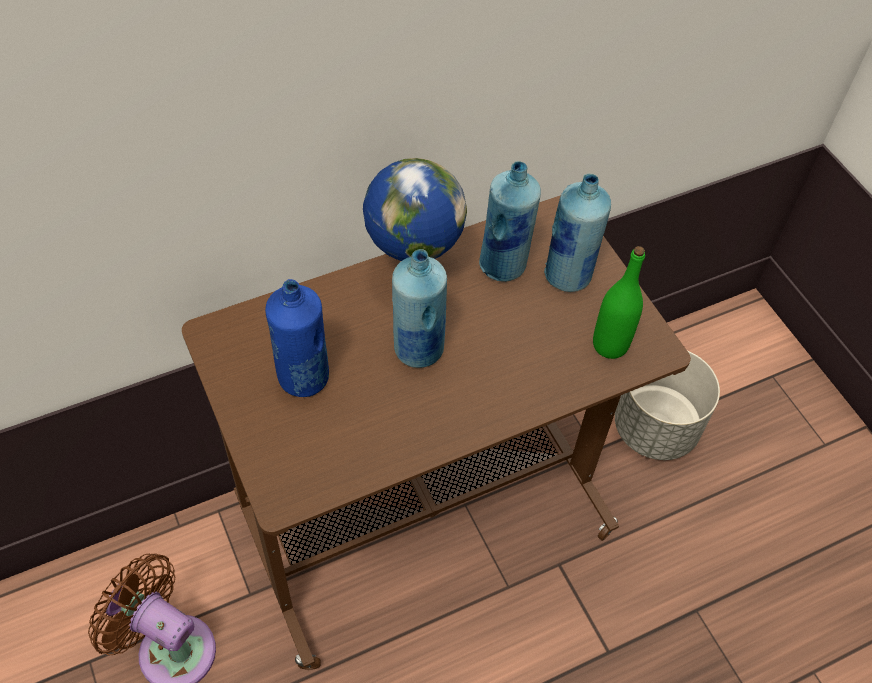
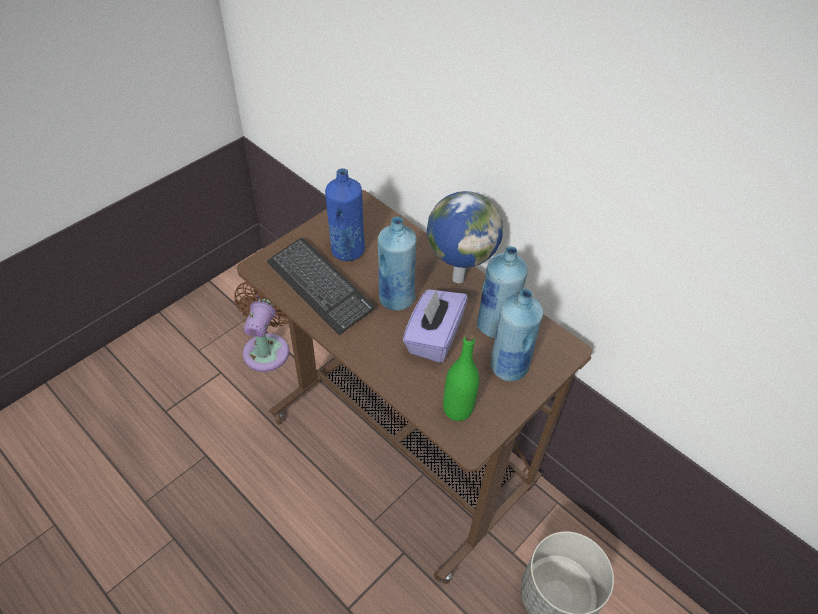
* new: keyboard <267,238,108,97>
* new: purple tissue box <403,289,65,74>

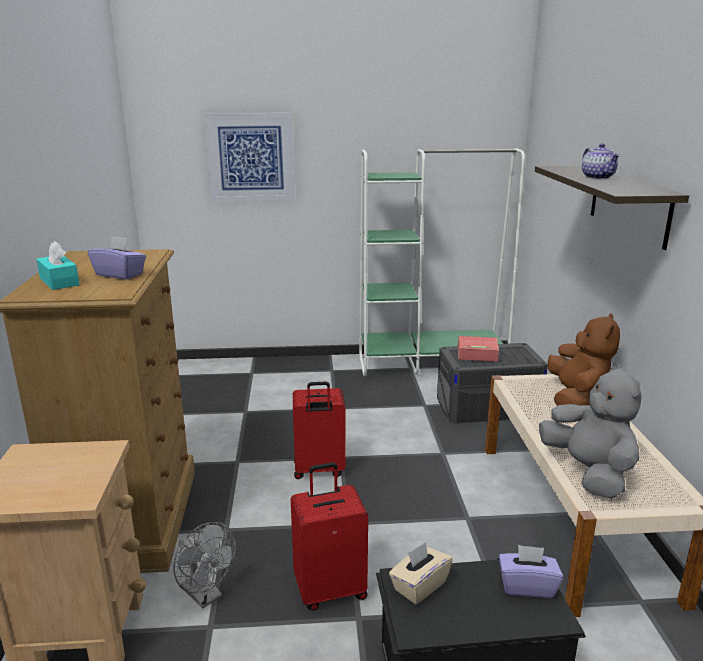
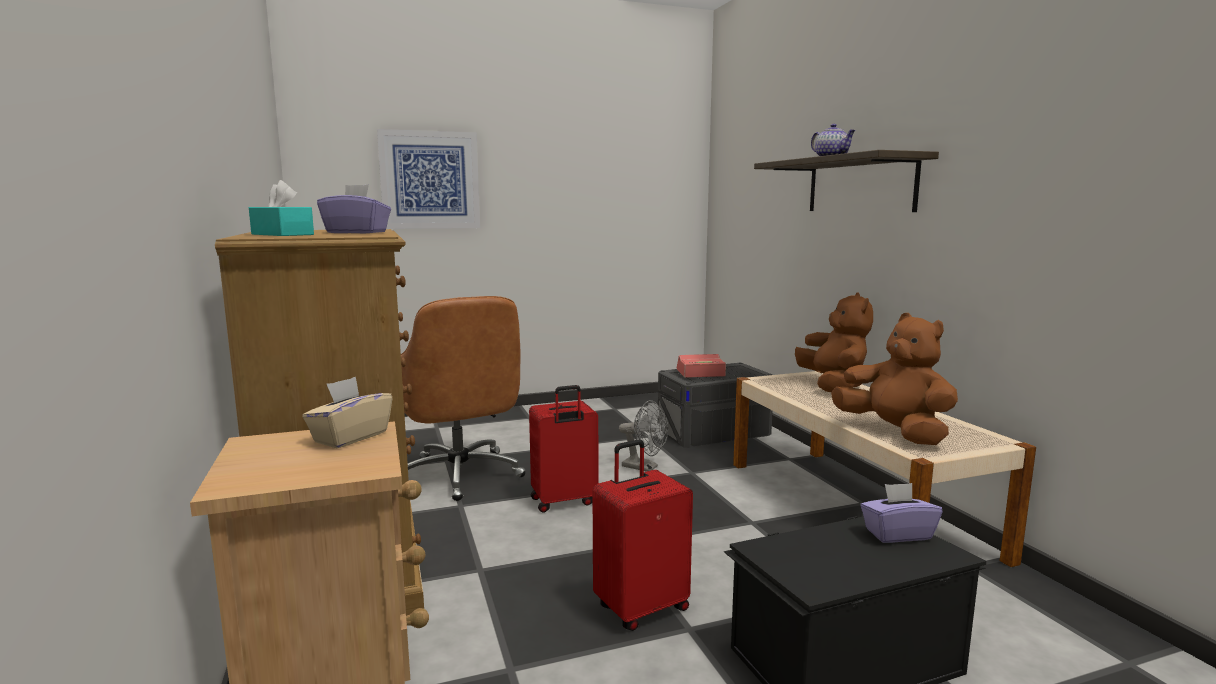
* shifted: grey fan <173,522,63,87> to <619,400,49,72>
* gone: green clothes rack <359,148,166,228>
* shifted: beige tissue box <389,542,63,63> to <302,377,90,71>
* repainted: grey plush toy <539,363,102,136> to brown plush toy <831,313,127,132>
* new: brown office chair <401,296,124,205>

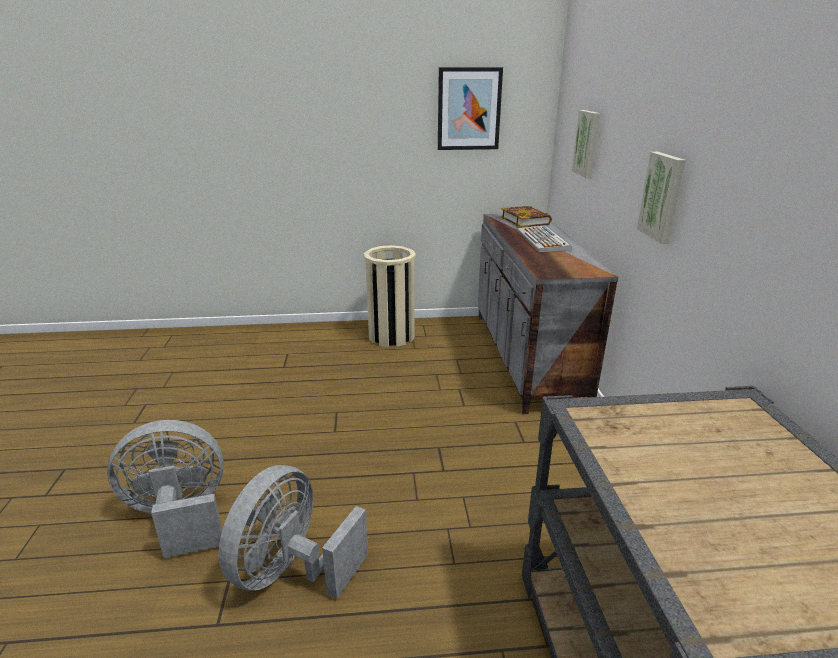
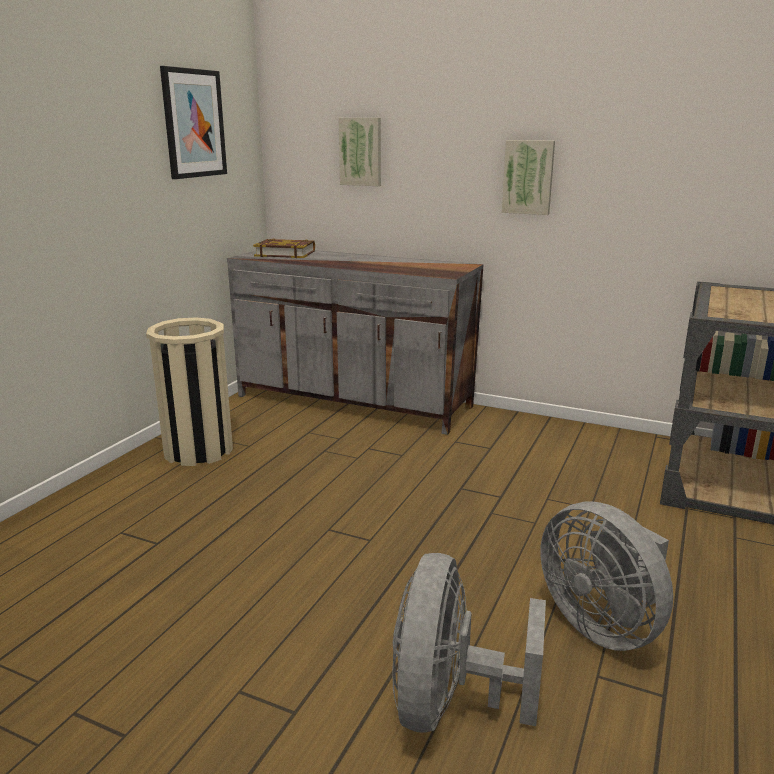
* gone: keyboard <517,226,54,26>

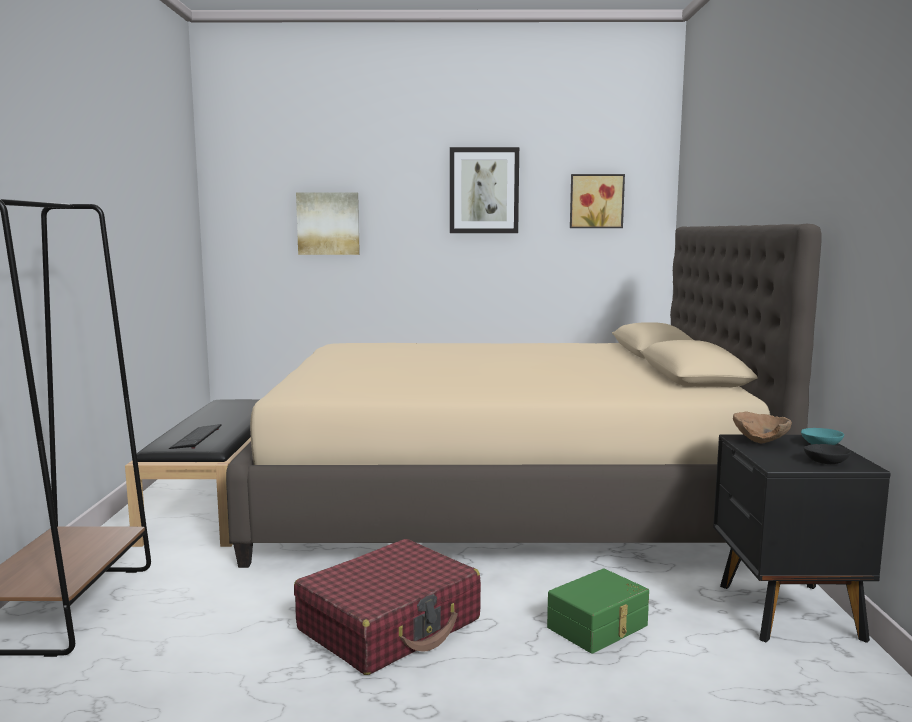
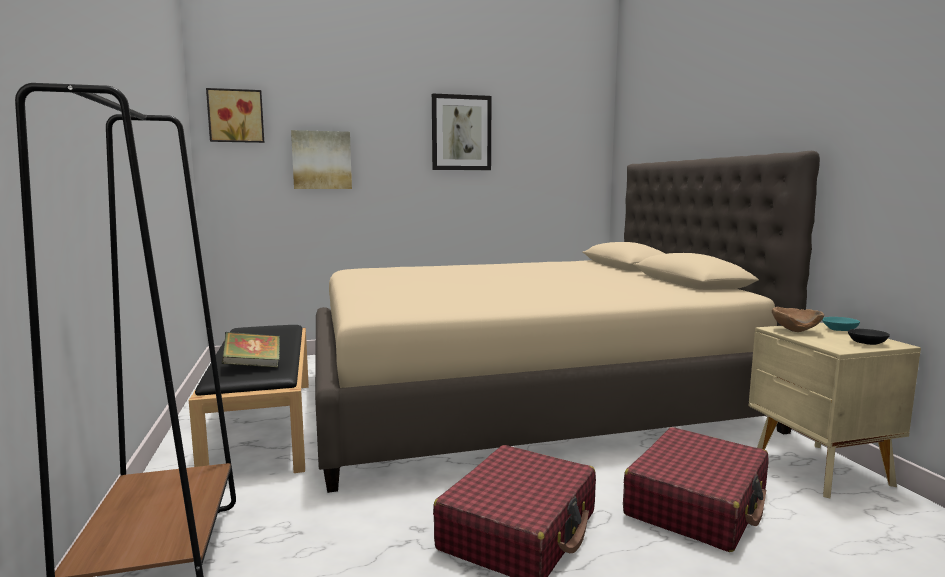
* swapped: keyboard <169,424,52,25> to book <222,332,58,36>
* swapped: green storage box <547,568,102,85> to red suitcase <623,427,145,125>
* shifted: picture <570,174,55,54> to <206,88,58,55>
* repainted: black nightstand <713,435,178,208> to beige nightstand <749,323,172,175>

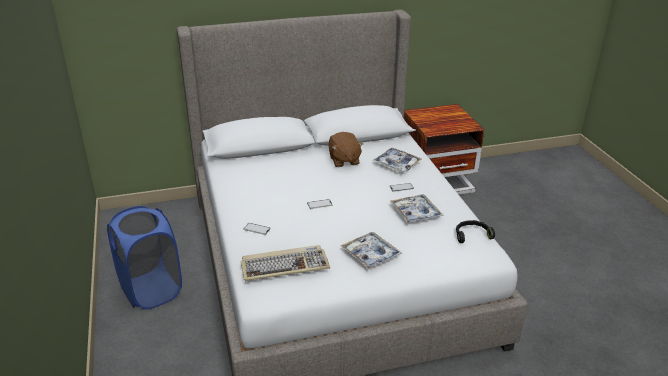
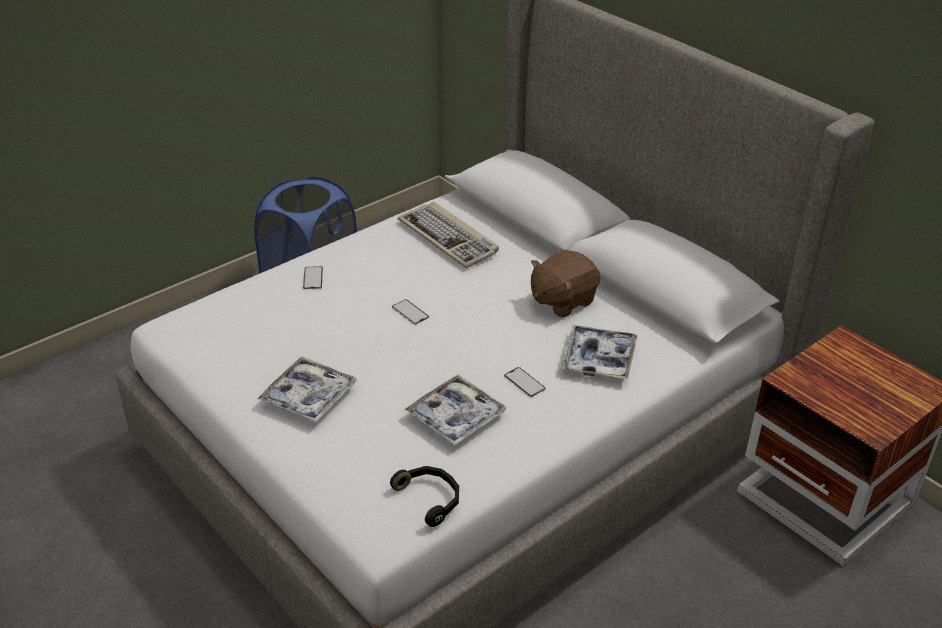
* shifted: keyboard <241,245,89,36> to <398,202,101,66>

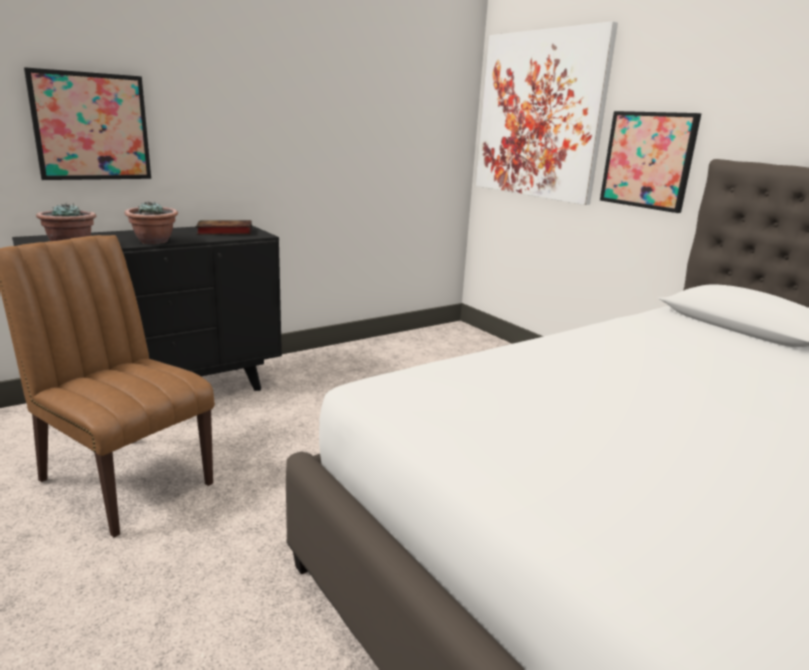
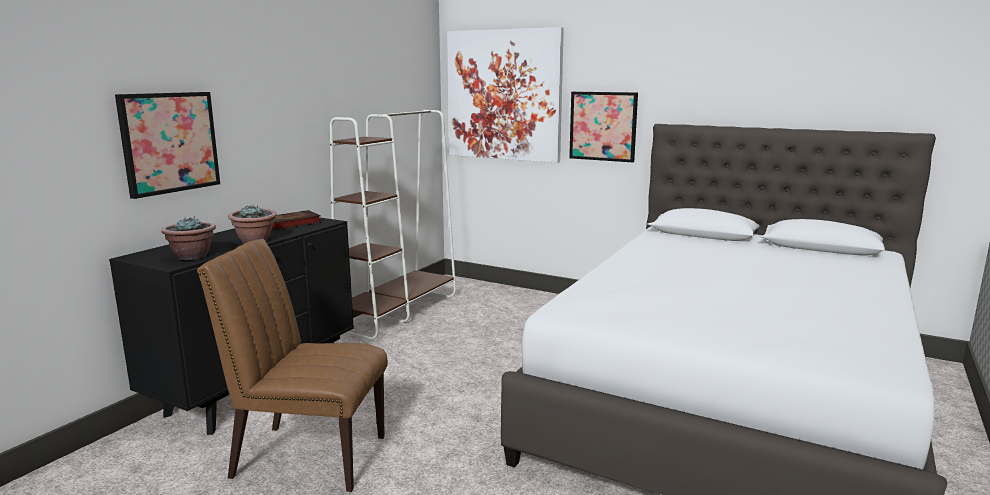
* new: brown clothes rack <330,110,126,230>

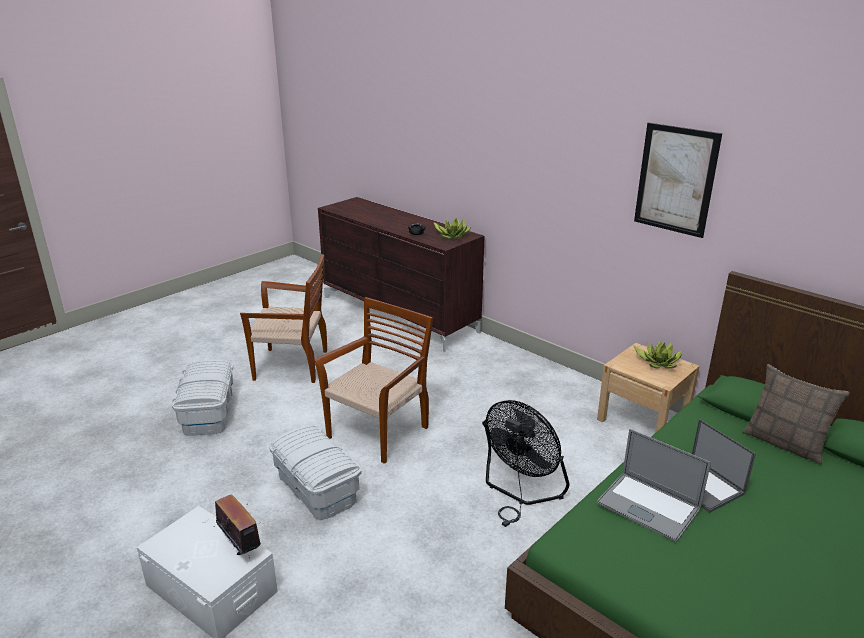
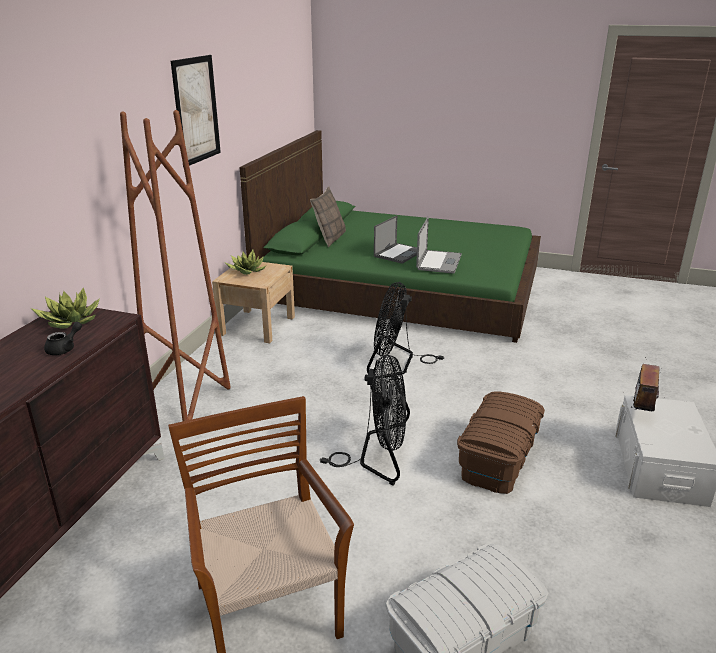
* repainted: white storage box <269,425,92,95> to brown storage box <457,391,88,103>
* swapped: brown armchair <314,297,119,167> to black fan <319,354,91,132>
* new: brown clothes rack <120,110,111,311>

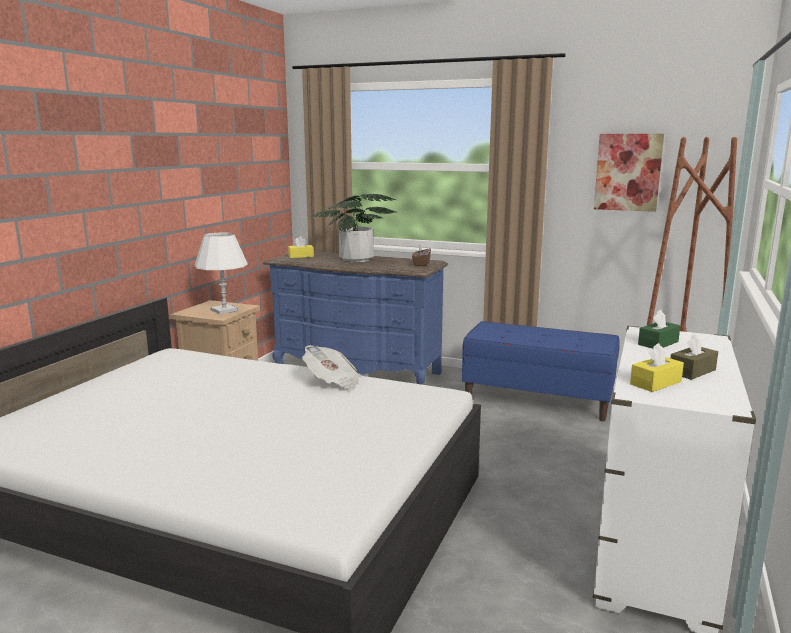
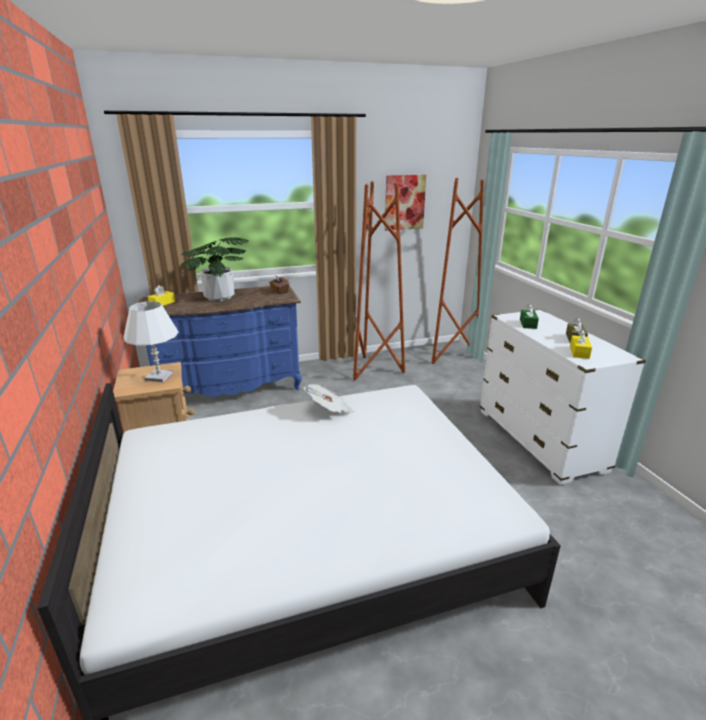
* swapped: blue bench <462,321,158,100> to brown clothes rack <353,181,52,200>

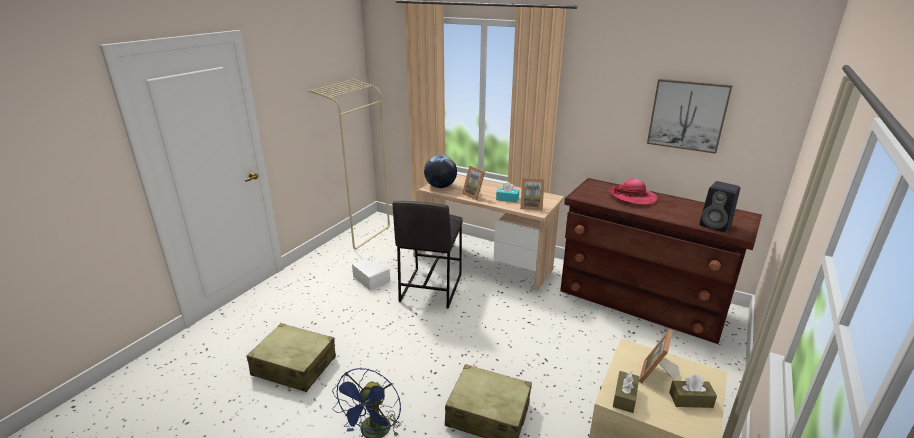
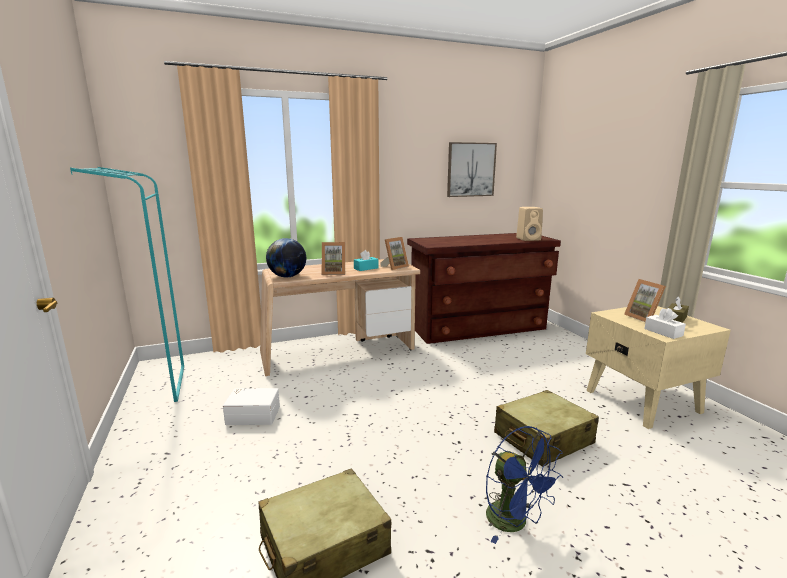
* repainted: beige clothes rack <309,79,81,170> to turquoise clothes rack <70,167,114,235>
* gone: grey stool <393,201,70,108>
* gone: hat <609,179,48,26>
* repainted: brown tissue box <613,371,26,42> to white tissue box <644,308,42,31>
* repainted: black speaker <699,181,41,51> to beige speaker <516,207,27,34>

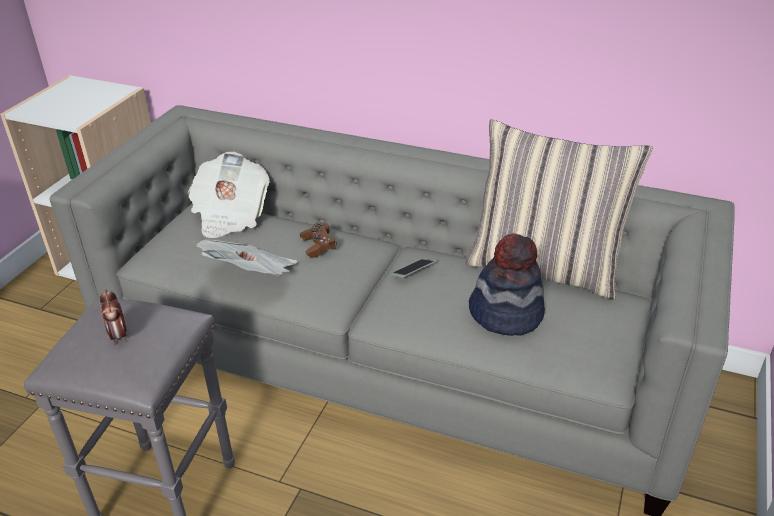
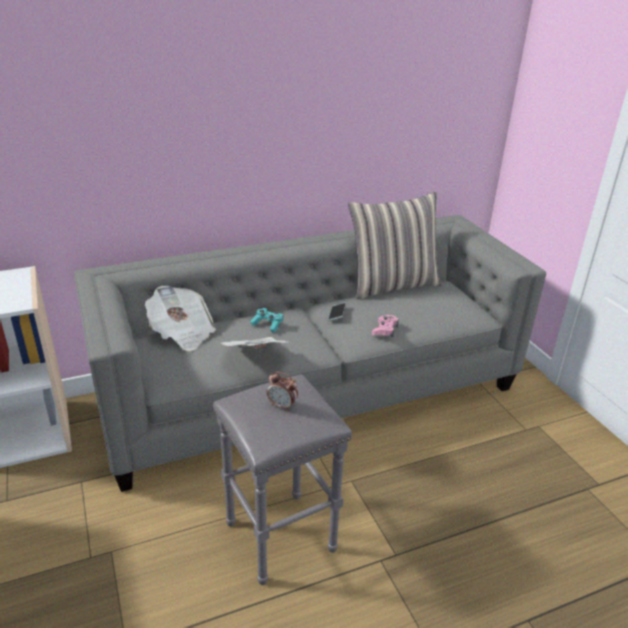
* repainted: brown game controller <300,222,37,36> to turquoise game controller <250,308,34,25>
* gone: hat <469,233,76,103>
* new: pink game controller <372,315,27,23>

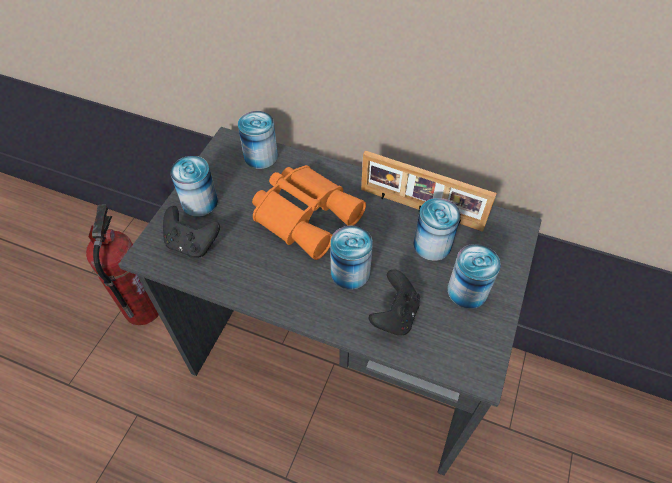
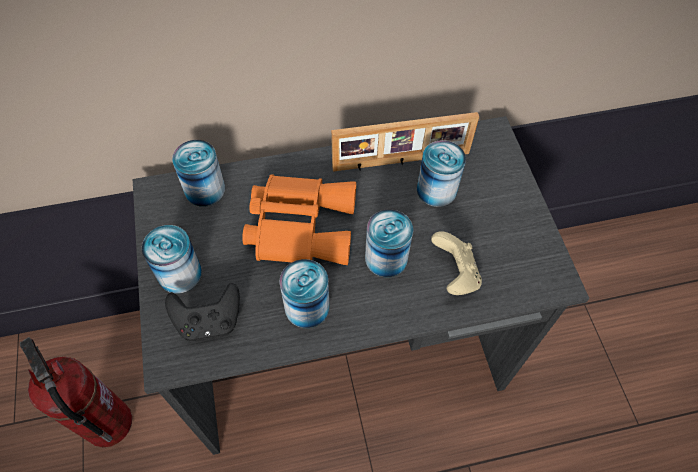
* repainted: black game controller <368,270,52,65> to beige game controller <431,231,51,64>
* shifted: can <447,244,54,65> to <279,259,50,69>

